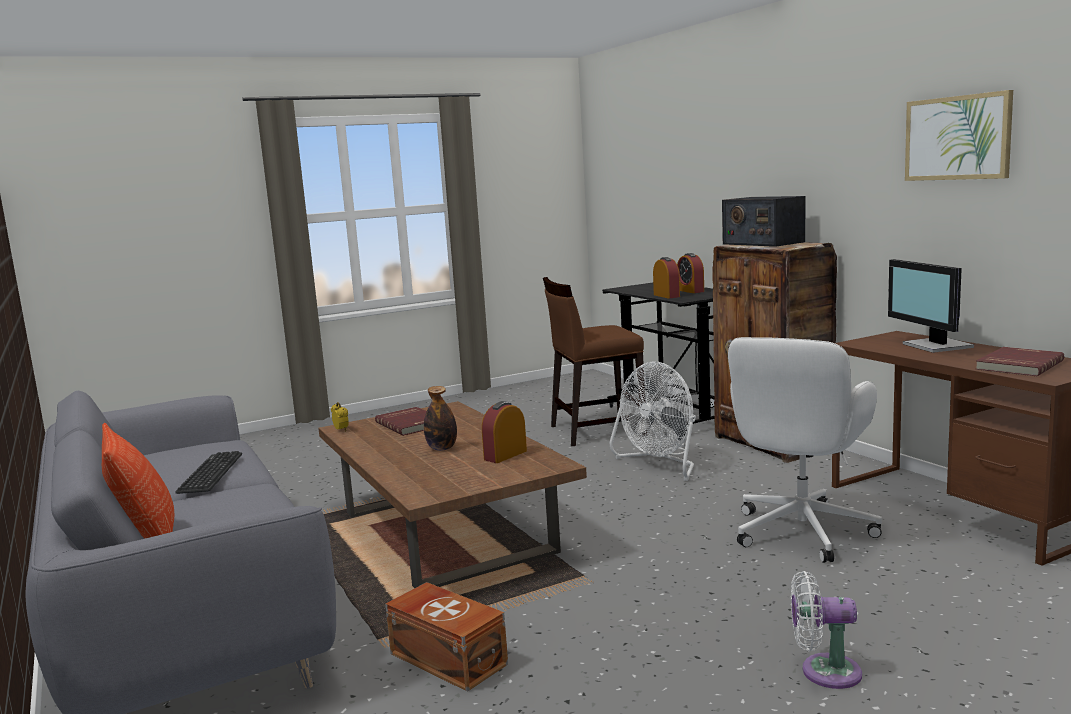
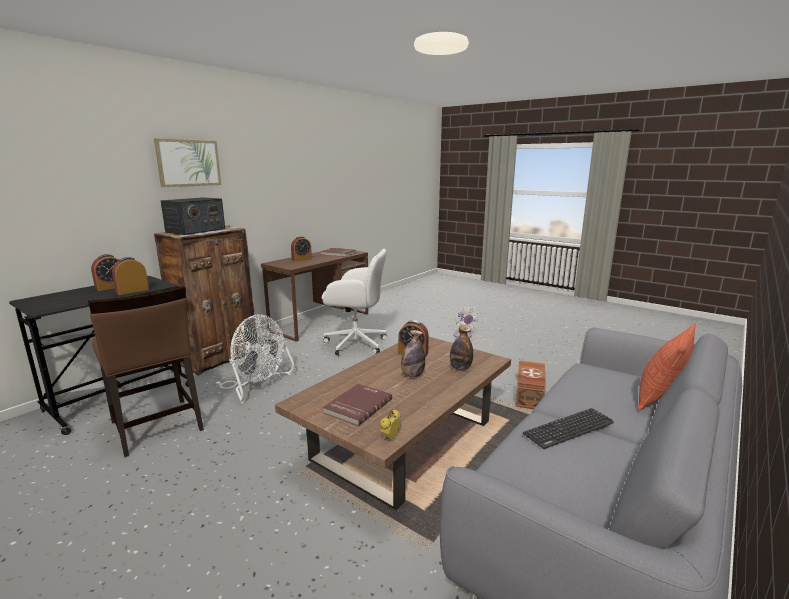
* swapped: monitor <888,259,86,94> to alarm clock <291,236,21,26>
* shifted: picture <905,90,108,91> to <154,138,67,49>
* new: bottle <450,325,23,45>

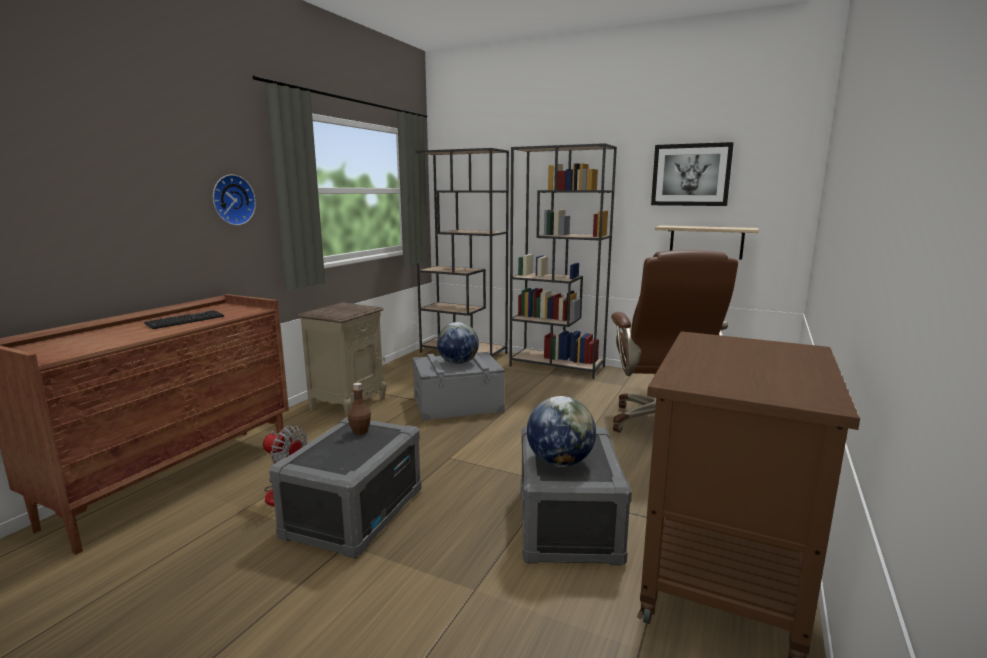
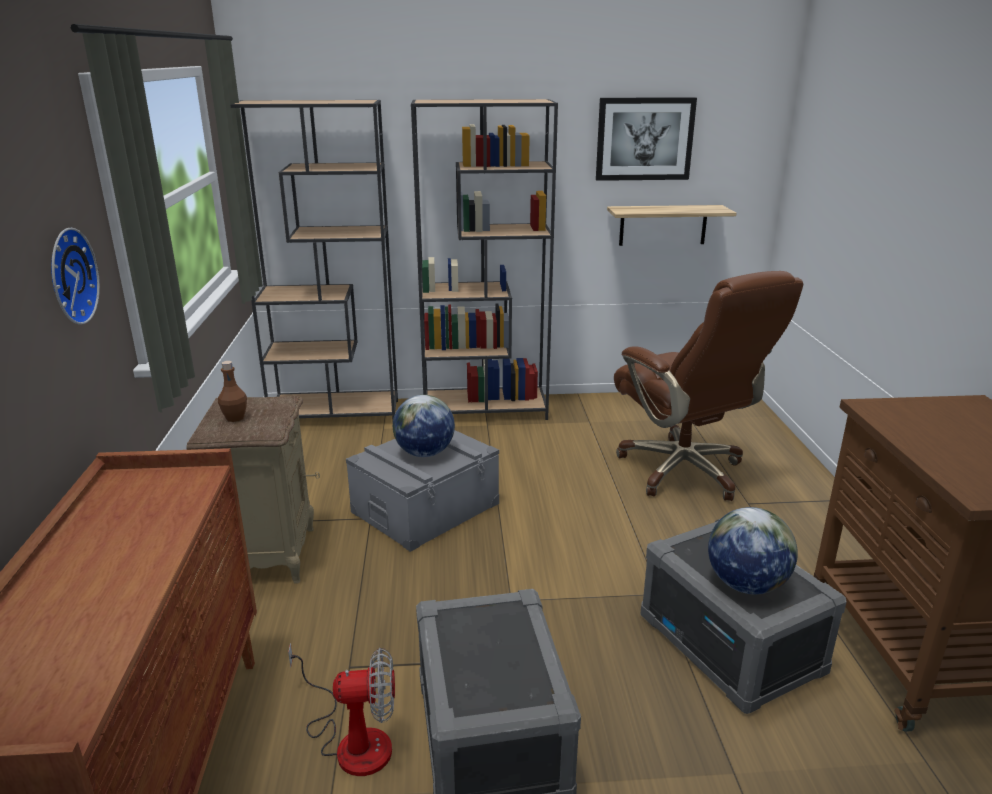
* gone: keyboard <144,310,80,19>
* shifted: brown bottle <348,383,23,52> to <218,361,29,61>

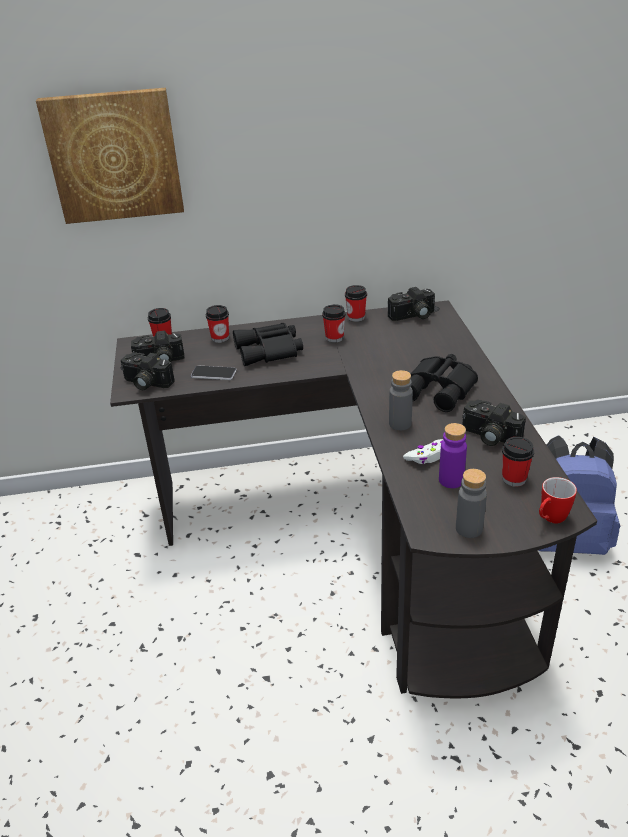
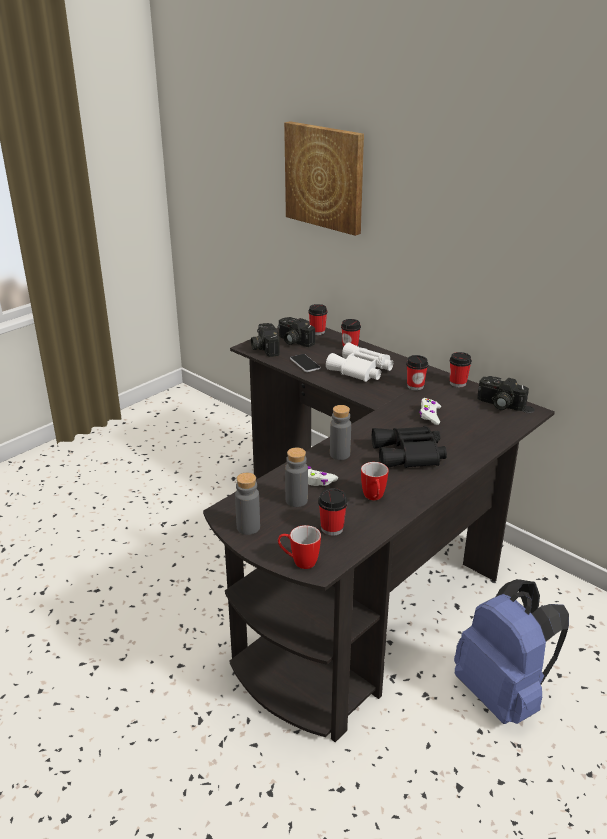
* repainted: black binoculars <233,323,70,43> to white binoculars <326,342,67,40>
* repainted: purple bottle <439,423,28,65> to grey bottle <285,448,23,59>
* swapped: photo camera <462,399,64,47> to mug <361,462,28,38>
* new: white game controller <419,398,22,27>

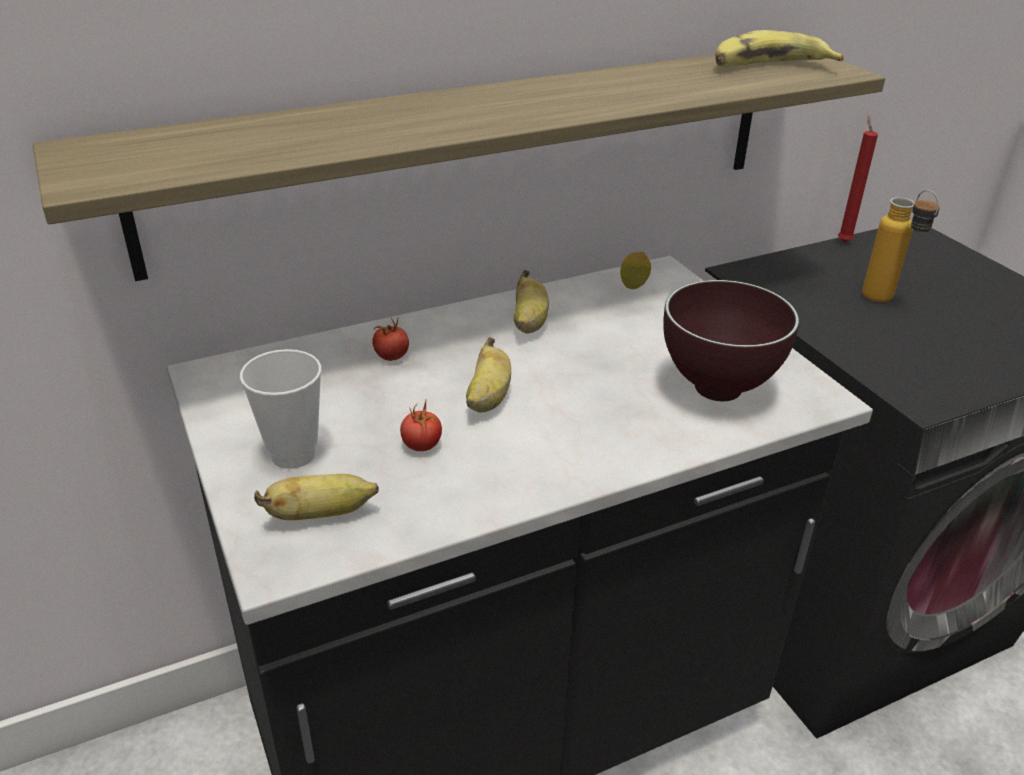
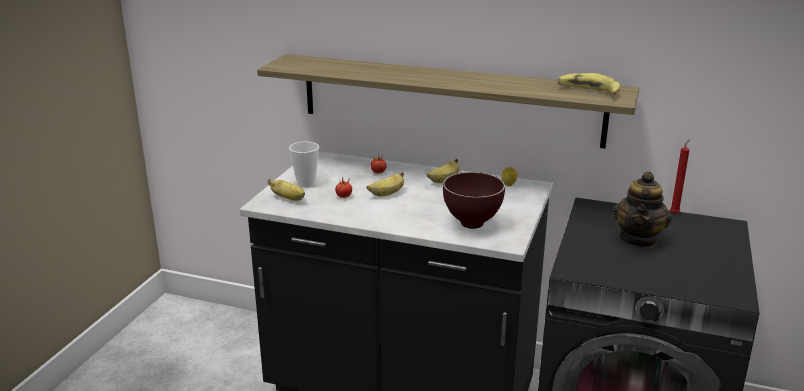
* swapped: bottle <862,190,78,112> to teapot <613,171,59,77>

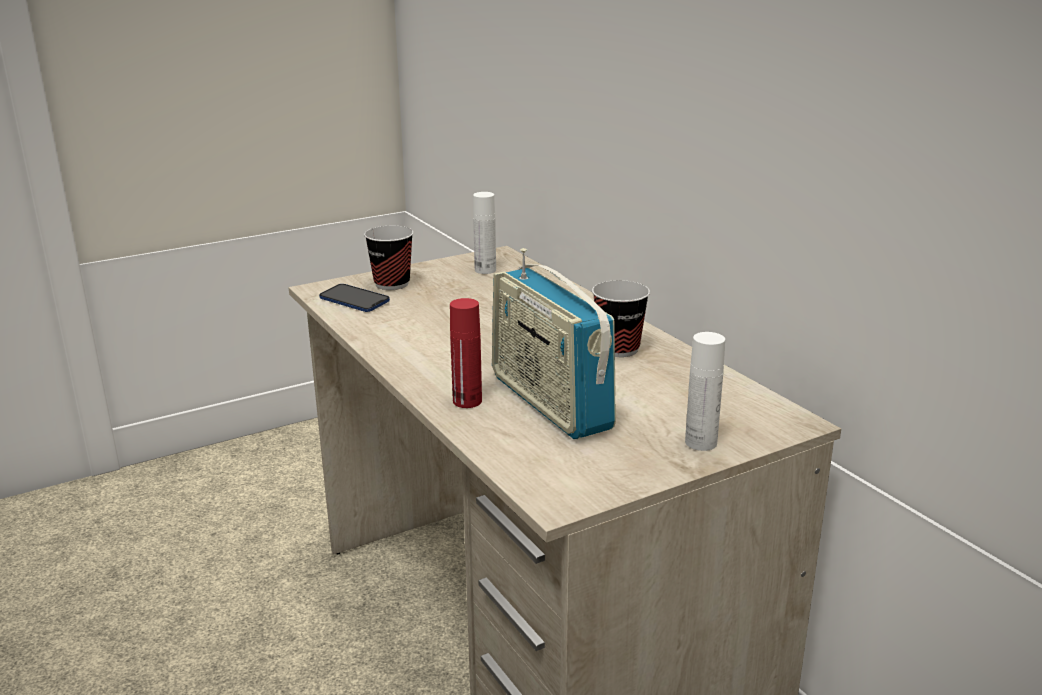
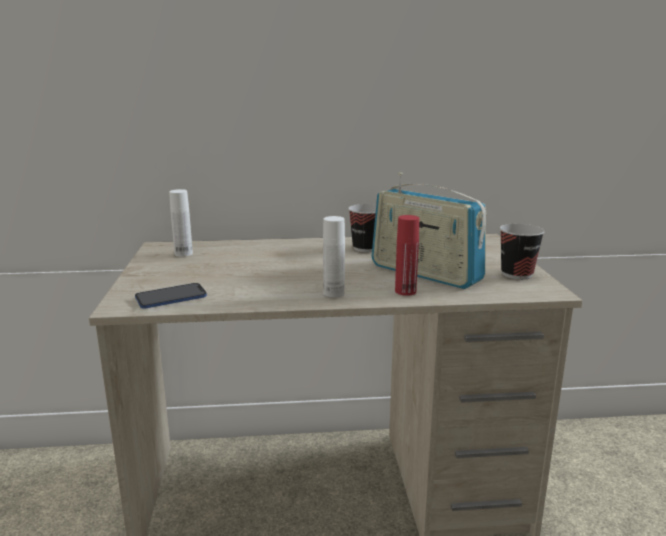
* shifted: cup <364,226,50,64> to <500,224,45,55>
* rotated: radio <492,248,124,191> = <372,172,115,117> 45 degrees clockwise
* shifted: white bottle <685,332,40,119> to <323,216,22,81>

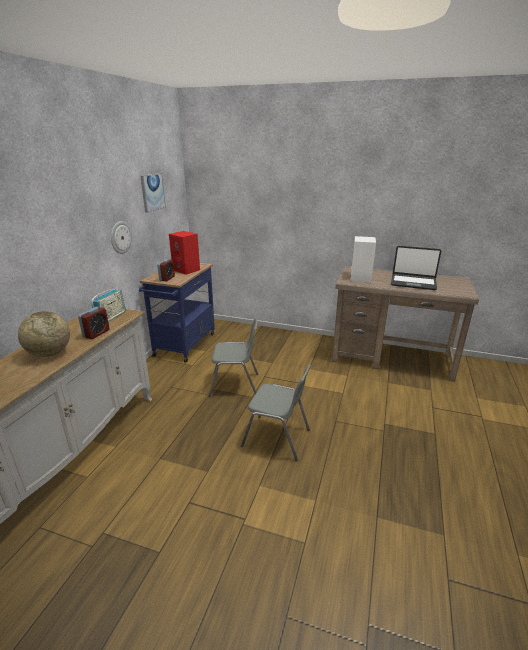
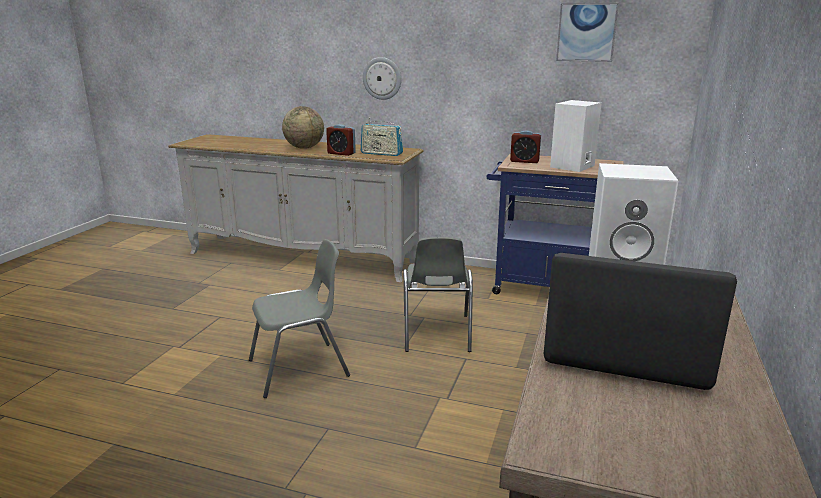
* shifted: wall clock <111,221,21,33> to <363,57,38,43>
* repainted: red speaker <169,231,31,44> to white speaker <550,100,51,72>
* rotated: grey chair <241,365,70,96> = <249,239,101,159> 135 degrees counterclockwise
* rotated: laptop <391,246,50,44> = <544,253,193,137> 90 degrees clockwise

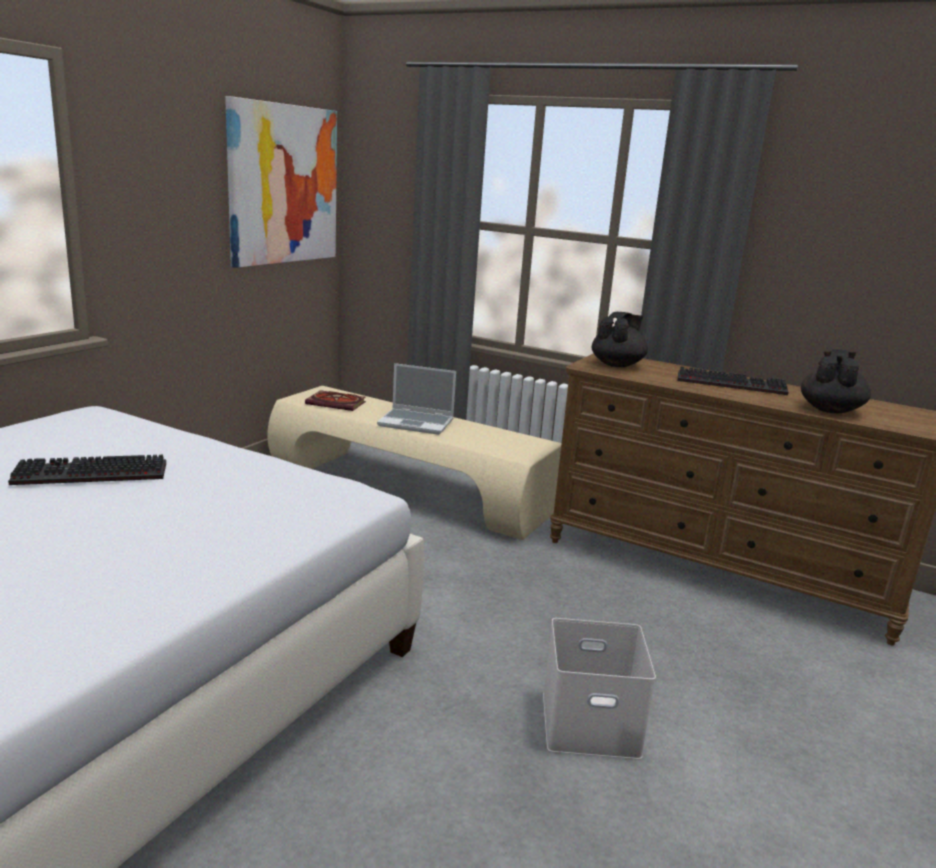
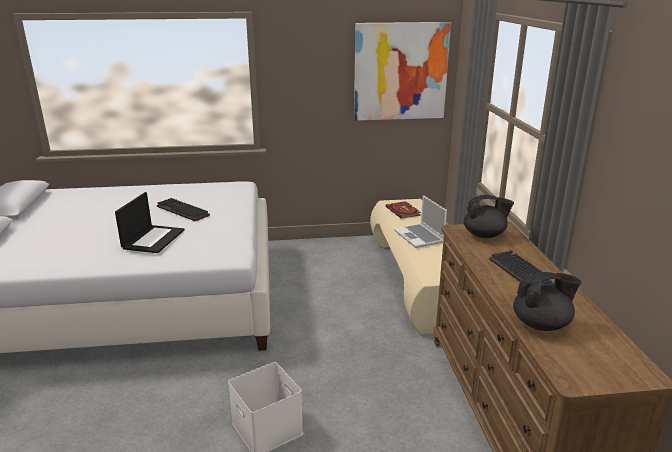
* new: laptop <115,192,70,61>

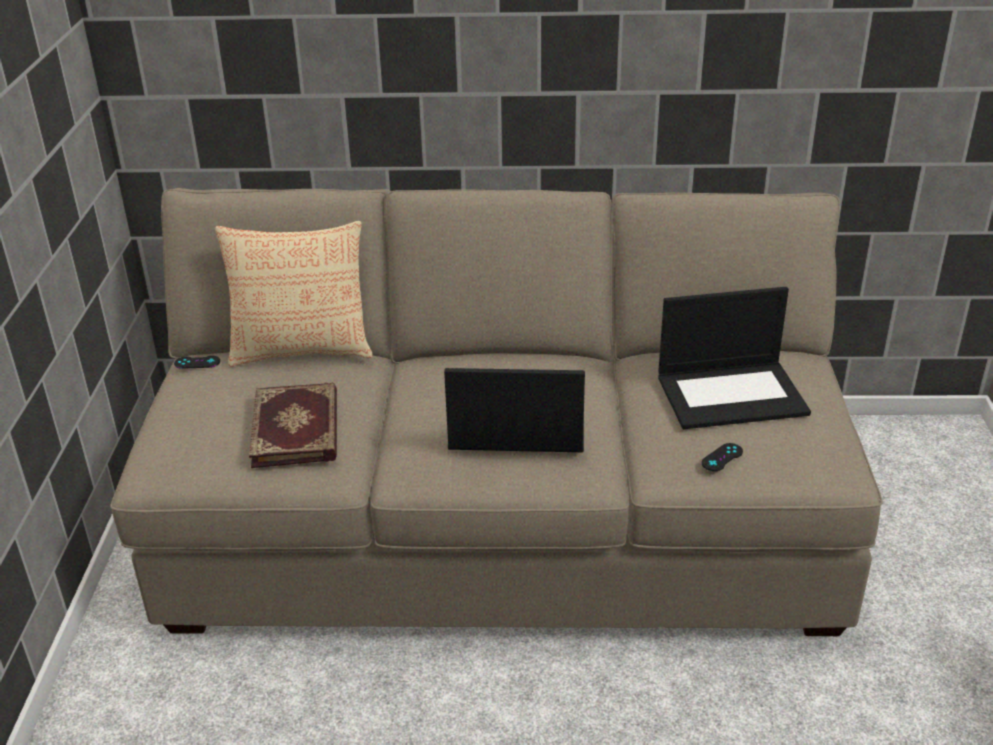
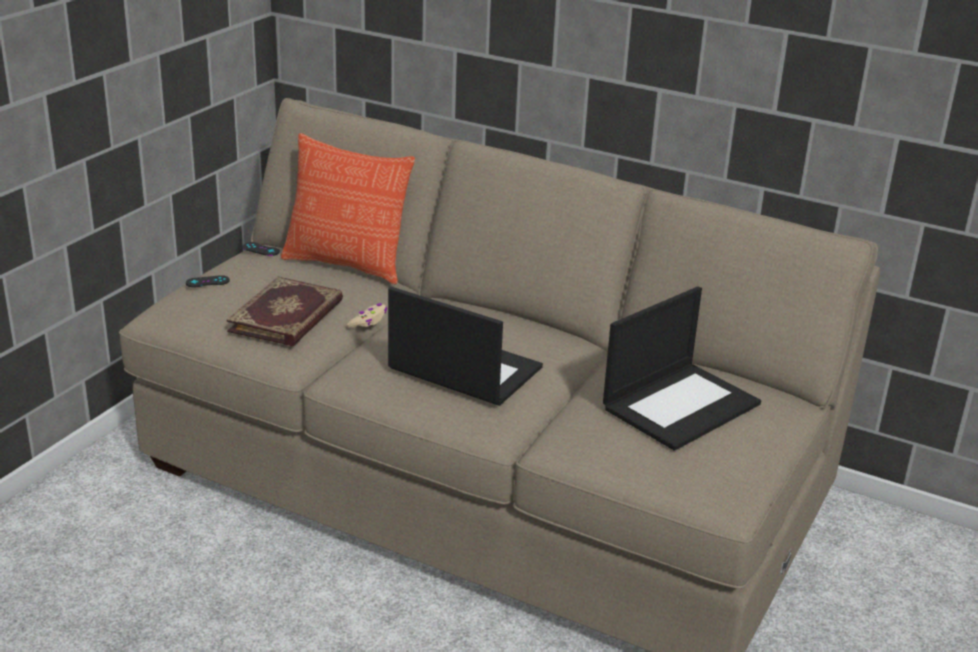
* repainted: beige pillow <215,221,158,146> to orange pillow <281,133,134,151>
* rotated: laptop <658,287,153,142> = <603,286,158,165> 60 degrees counterclockwise
* shifted: black game controller <702,443,41,28> to <186,275,44,12>
* new: beige game controller <347,303,40,25>

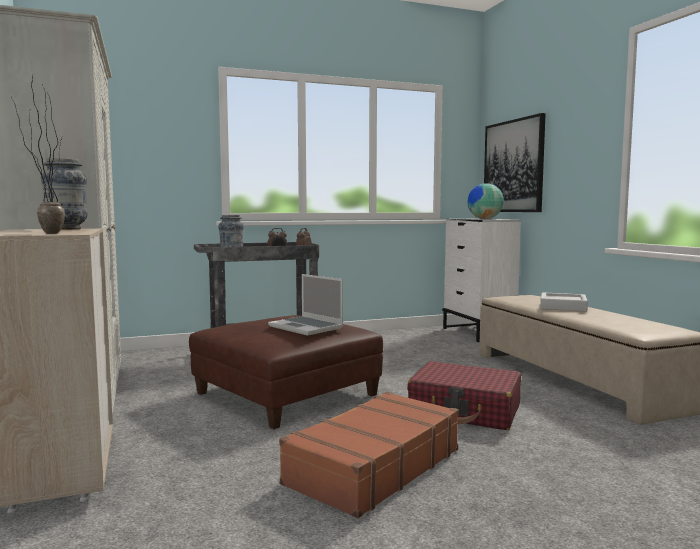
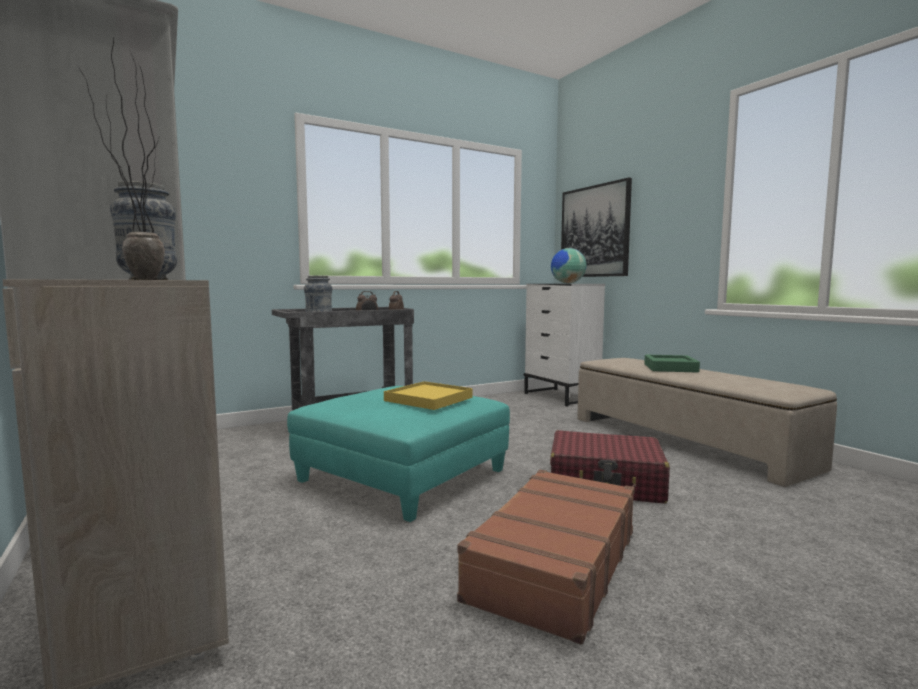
* repainted: brown ottoman <189,315,194,114> to turquoise ottoman <287,386,223,136>
* swapped: laptop <268,274,75,62> to yellow tray <384,381,89,29>
* repainted: grey tray <540,292,48,20> to green tray <644,355,56,18>

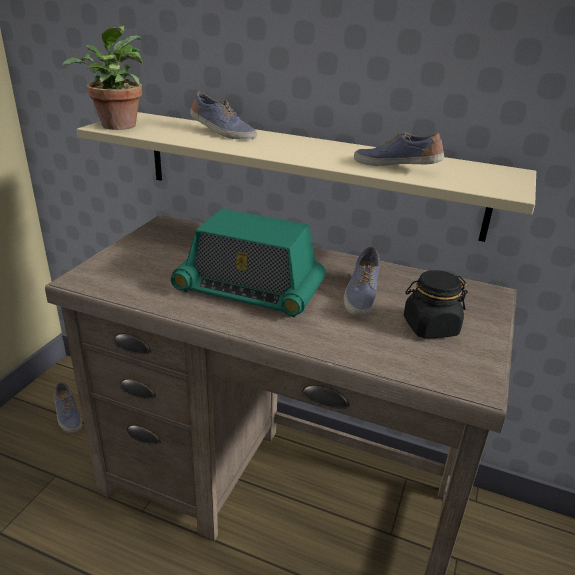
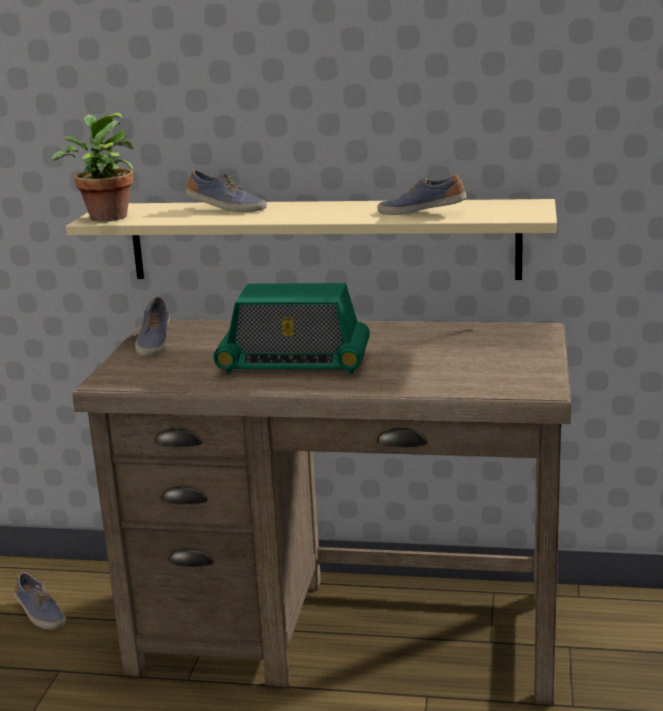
* shifted: shoe <344,247,36,70> to <135,296,35,60>
* gone: black jar <403,270,65,68>

